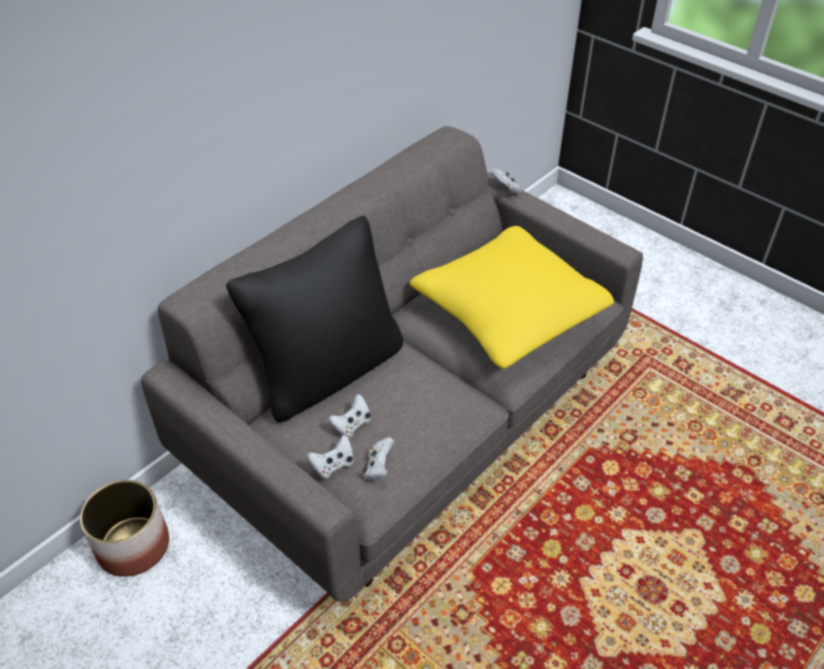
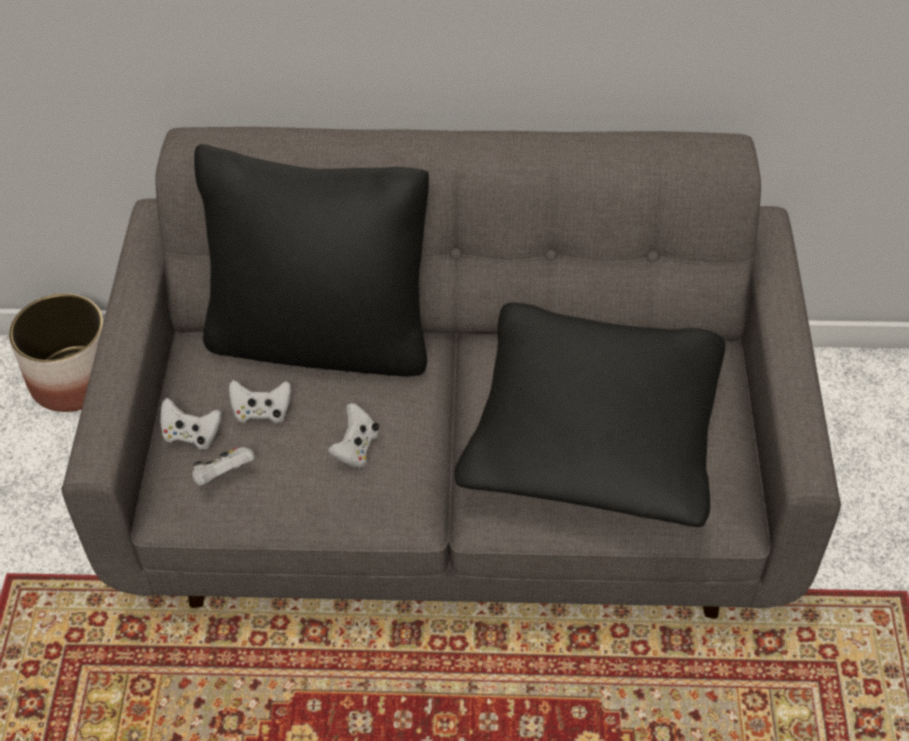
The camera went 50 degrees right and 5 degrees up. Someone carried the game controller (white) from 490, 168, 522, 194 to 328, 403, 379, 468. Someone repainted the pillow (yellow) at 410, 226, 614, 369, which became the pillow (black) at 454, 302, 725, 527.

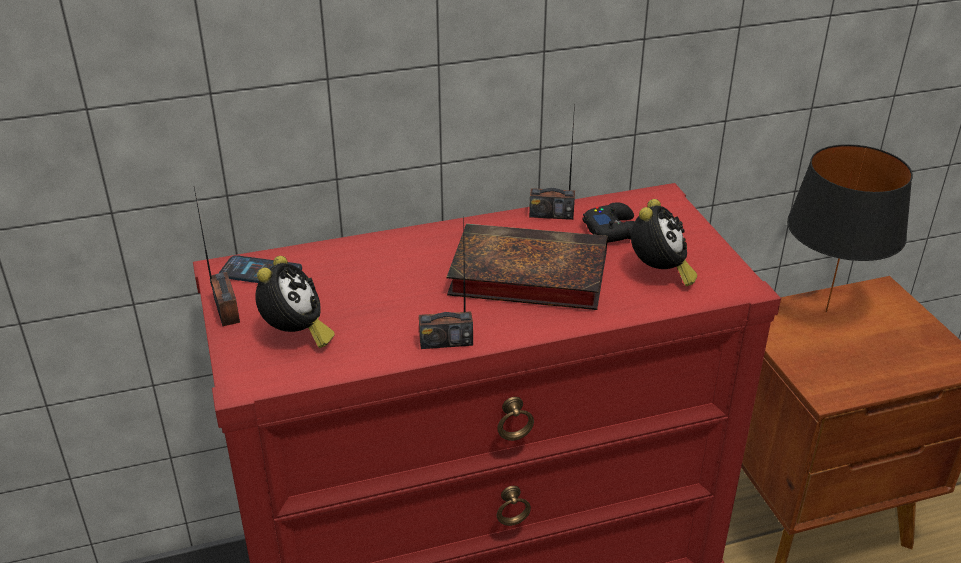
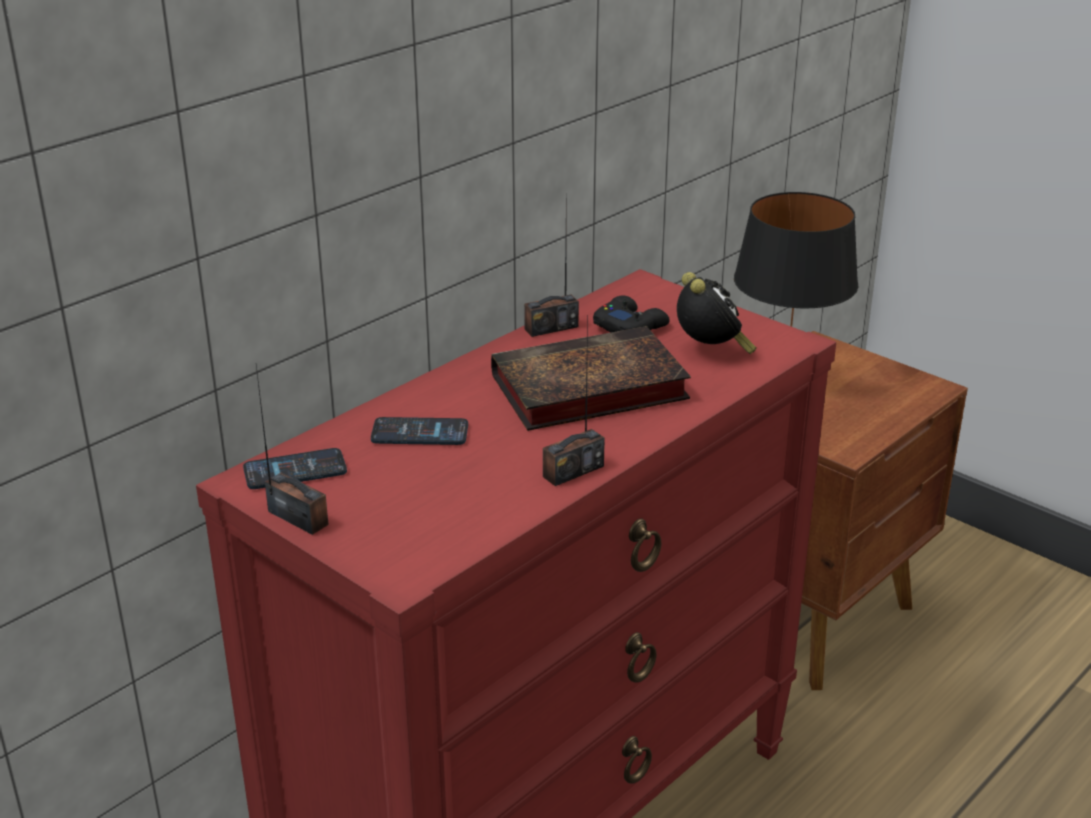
The camera went 30 degrees left and 5 degrees down. Someone took away the alarm clock at 255, 256, 335, 348. Someone put down the phone at 371, 417, 468, 445.

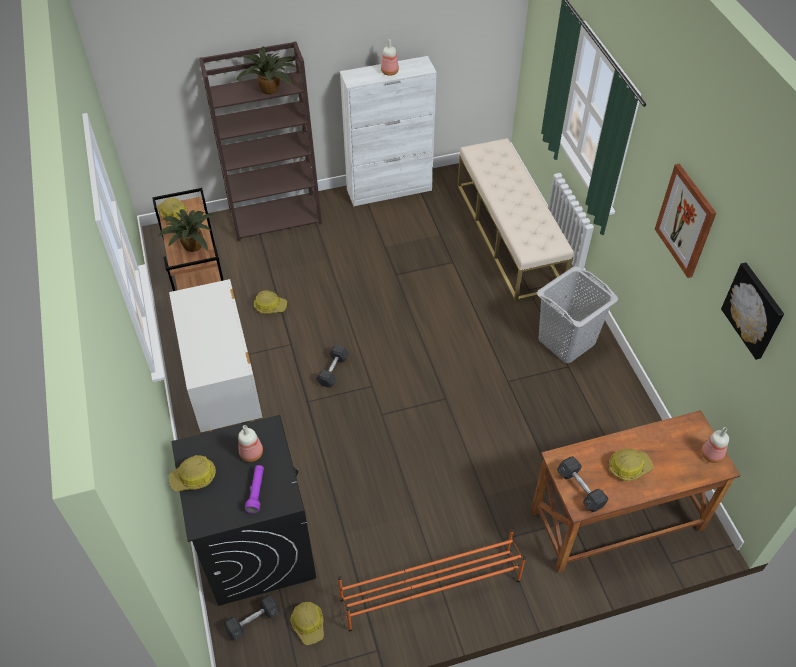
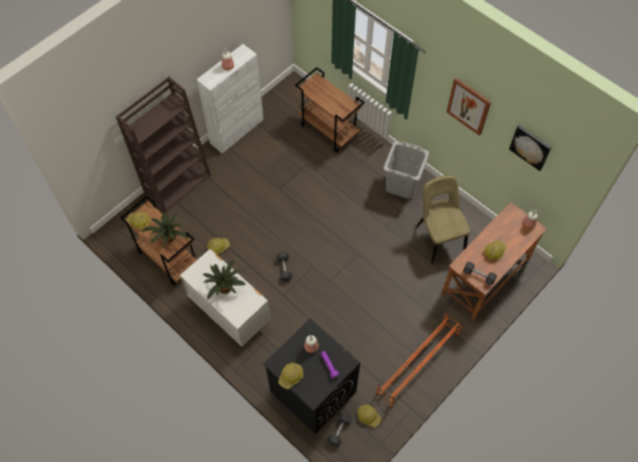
The camera went 30 degrees left and 10 degrees up. Someone put down the chair (beige) at 416, 176, 470, 264. Someone carried the potted plant from 236, 46, 297, 94 to 203, 261, 246, 300. Someone swapped the bench (beige) at 457, 138, 574, 301 for the cart (brown) at 295, 67, 365, 153.

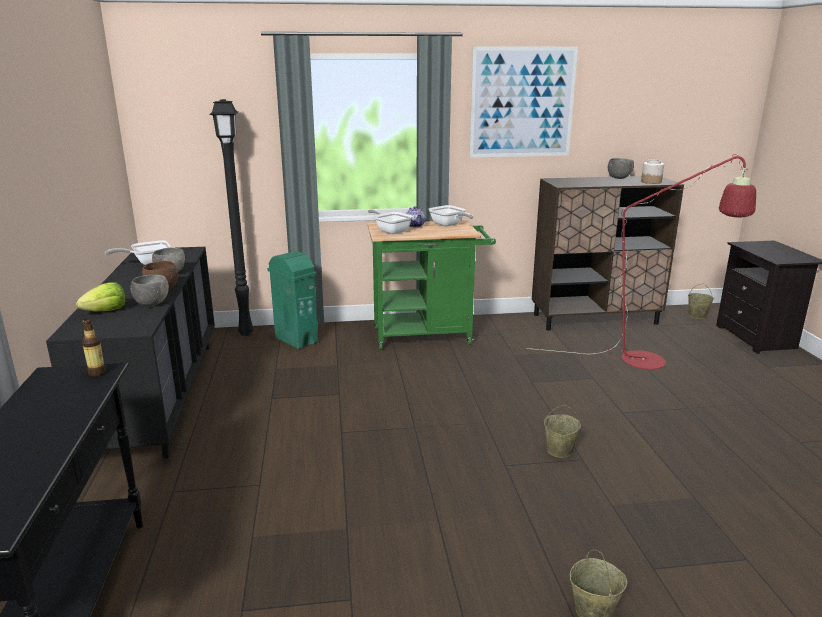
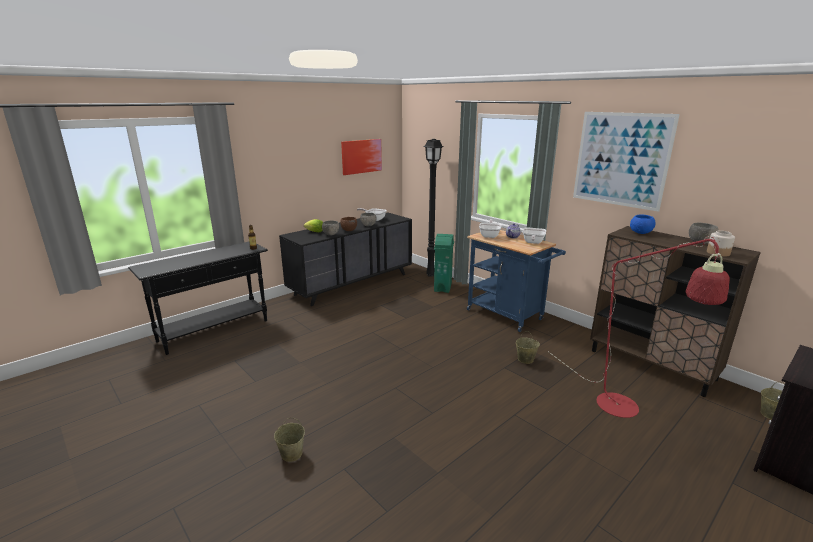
The camera went 55 degrees right and 0 degrees up. Someone put up the picture at 341, 139, 382, 175. Someone put down the bowl (blue) at 630, 215, 656, 234. Someone carried the bucket (beige) from 544, 405, 581, 458 to 516, 331, 540, 364. Someone repainted the cart (green) at 367, 220, 496, 350, which became the cart (blue) at 467, 230, 566, 332.

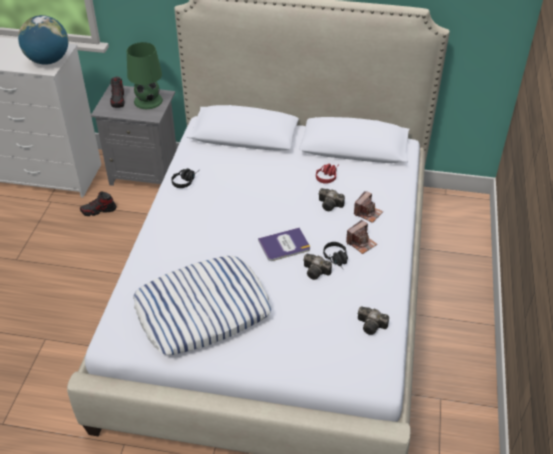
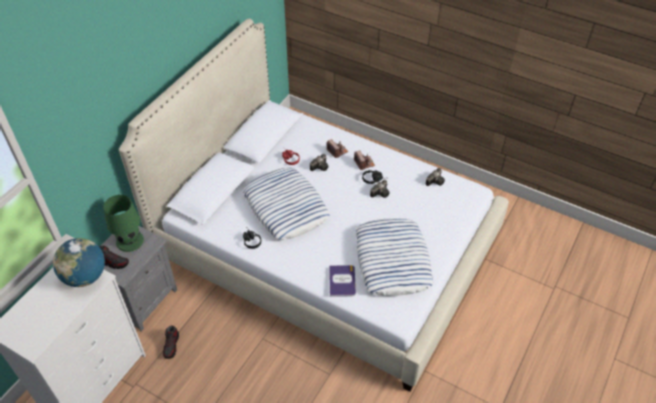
The camera went 70 degrees left and 5 degrees up. Someone put down the pillow at 243, 167, 330, 240. Someone carried the book from 258, 228, 310, 261 to 329, 265, 356, 297.

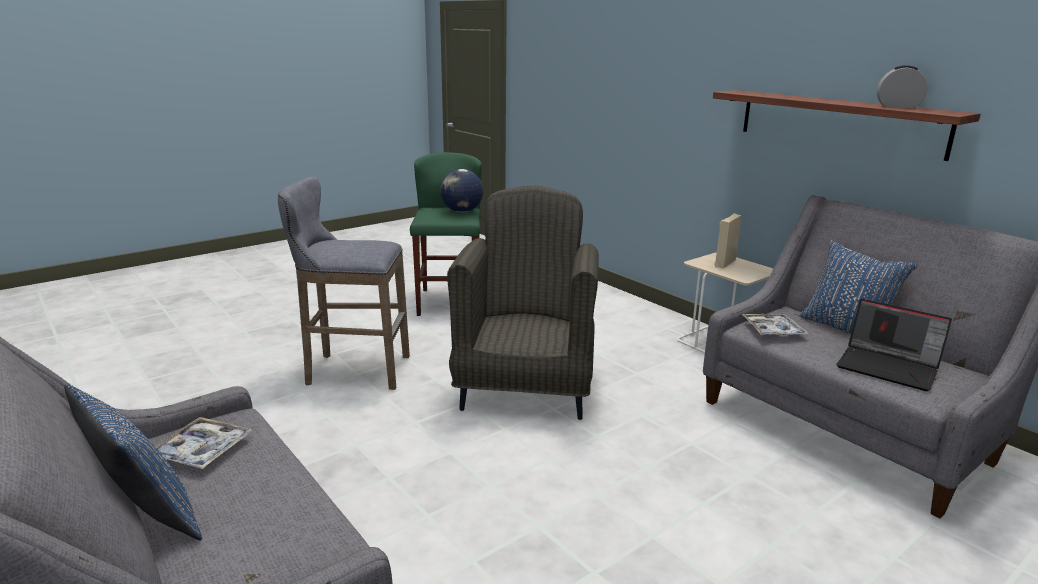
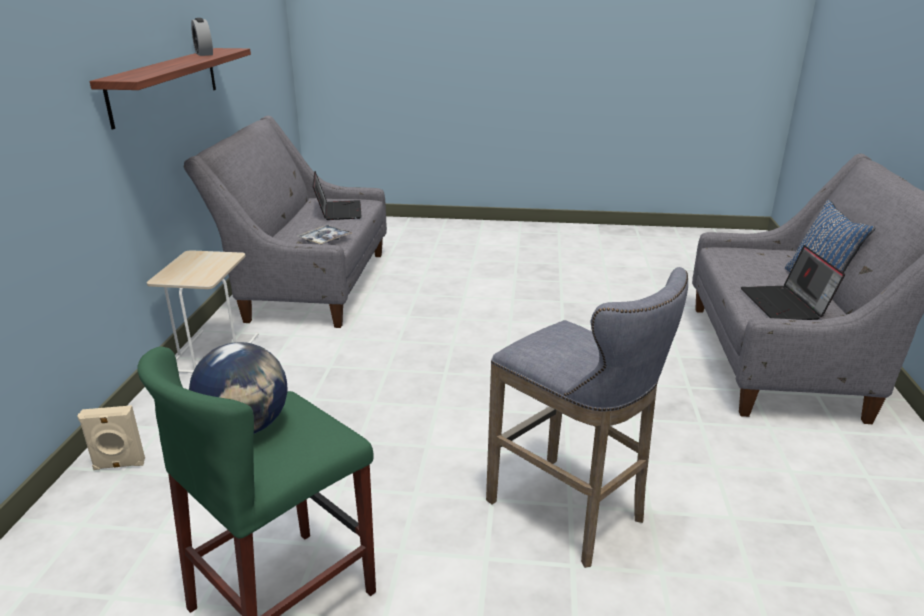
The camera went 135 degrees left and 5 degrees up. Someone took away the armchair (grey) at 447, 186, 599, 420. Someone took away the pillow (blue) at 800, 240, 918, 334. Someone carried the speaker (beige) from 715, 214, 742, 268 to 77, 405, 145, 470. Someone swapped the tray at 156, 417, 251, 469 for the laptop at 741, 245, 845, 320.

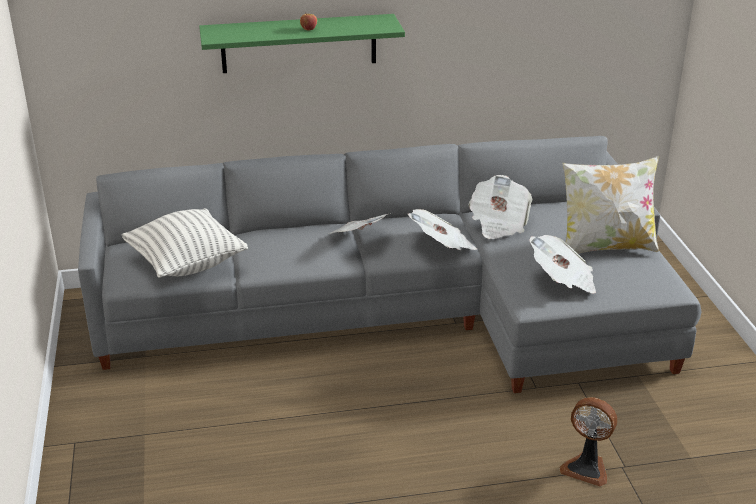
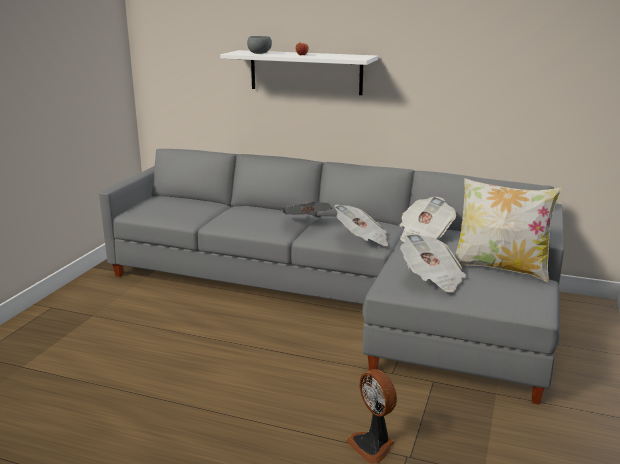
The camera went 30 degrees right and 10 degrees down. Someone took away the pillow at 121, 208, 248, 278. Someone put down the bowl (grey) at 247, 36, 272, 54. Someone repainted the shelf (green) at 199, 14, 405, 73, which became the shelf (white) at 220, 50, 378, 95.

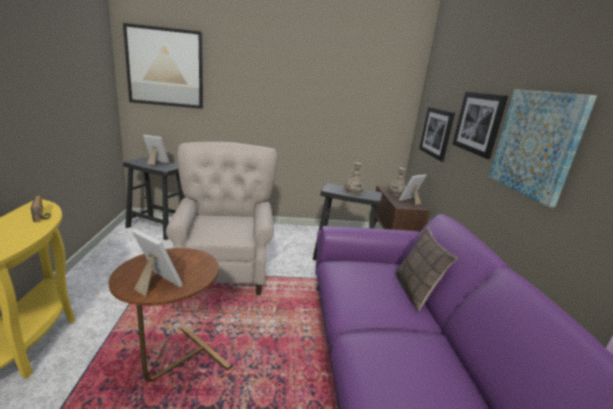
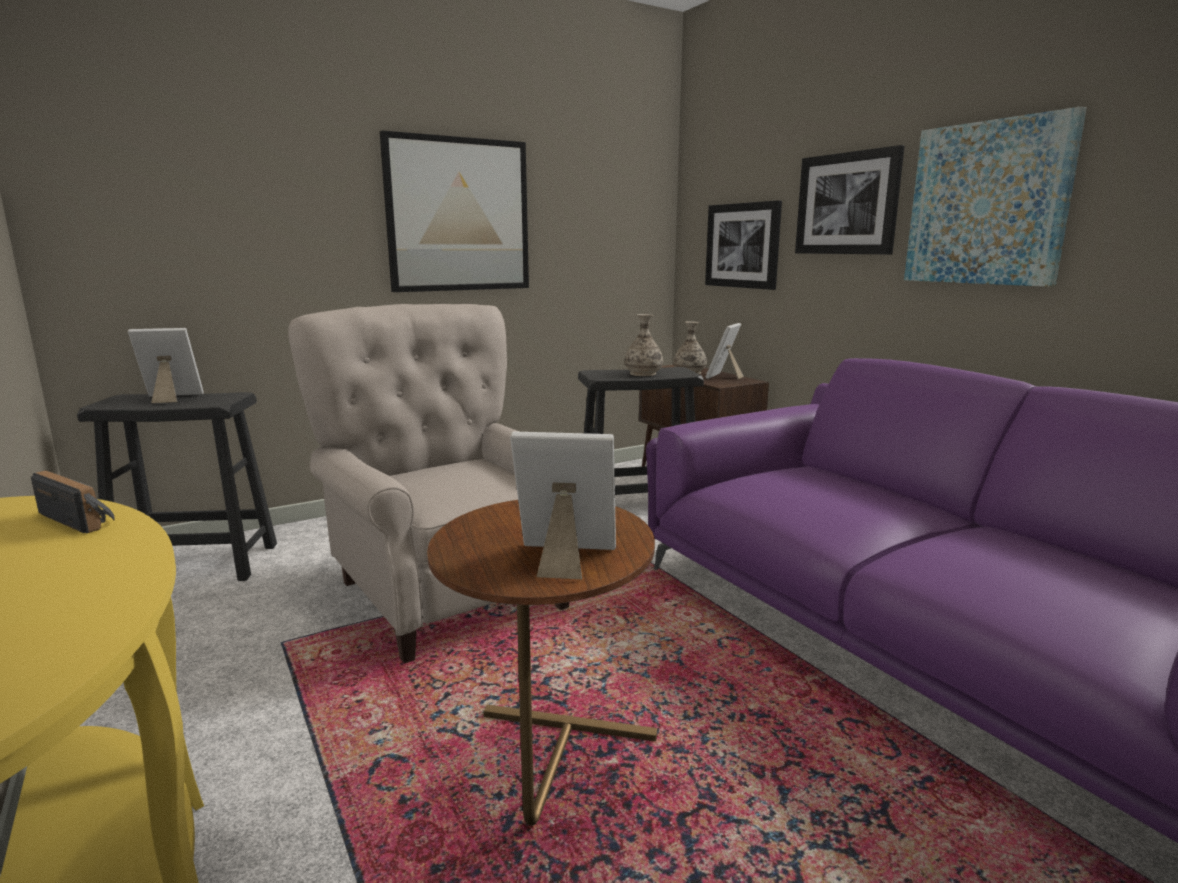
The camera went 25 degrees left and 5 degrees down. Someone took away the pillow at 395, 226, 458, 312. Someone carried the picture from 123, 23, 203, 109 to 380, 131, 529, 292.

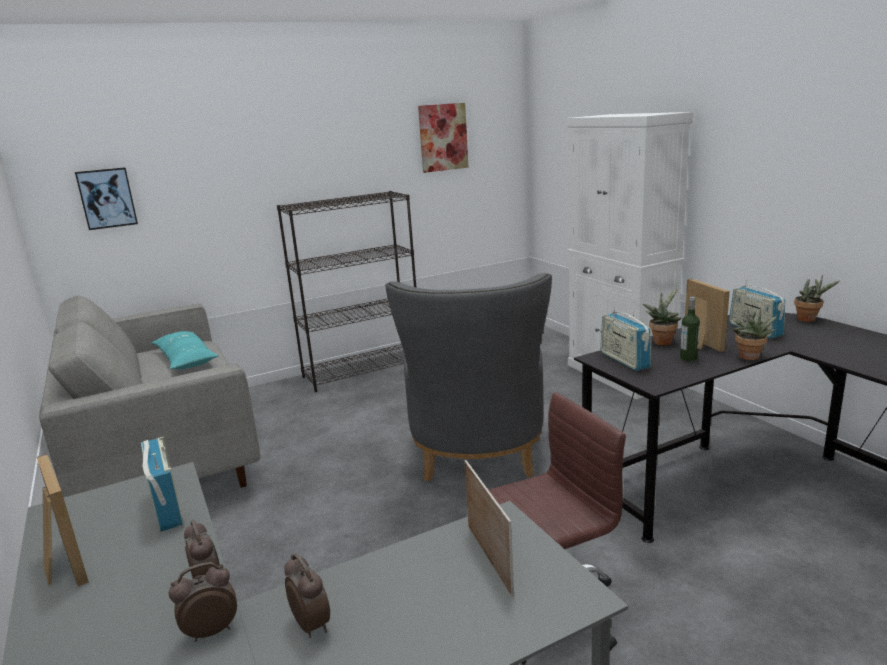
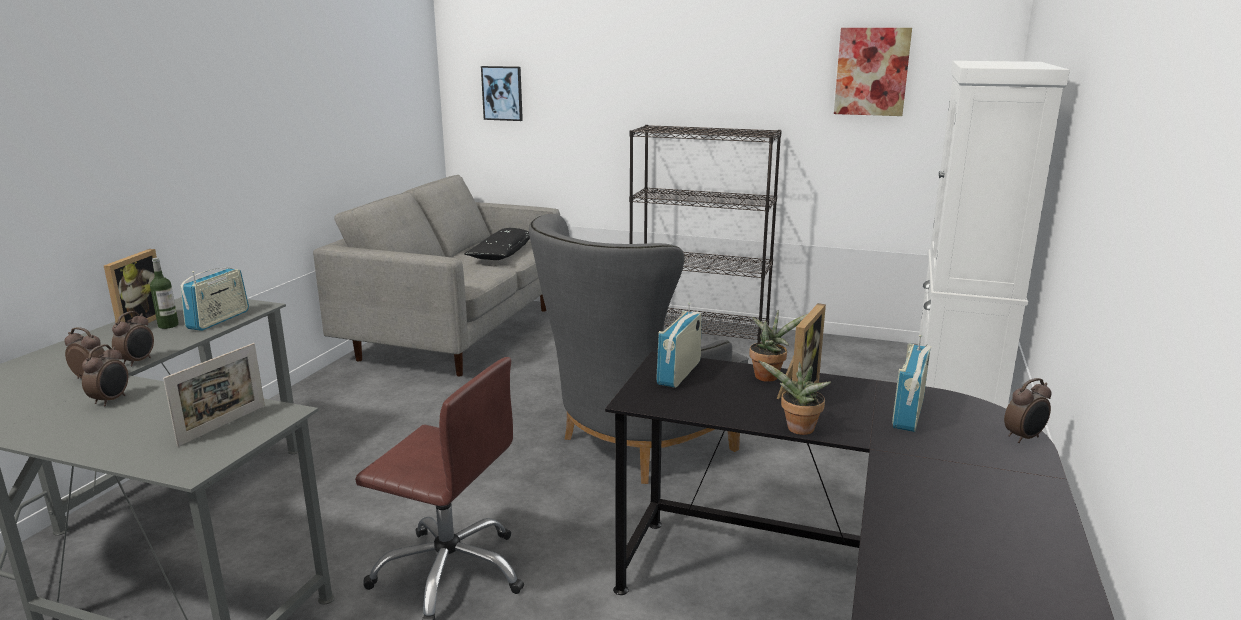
The camera went 45 degrees right and 0 degrees up. Someone carried the bottle from 680, 297, 700, 361 to 150, 258, 179, 329. Someone swapped the potted plant at 794, 275, 840, 322 for the alarm clock at 1004, 378, 1052, 443. Someone repainted the pillow (turquoise) at 152, 331, 218, 369, which became the pillow (black) at 464, 228, 530, 260.

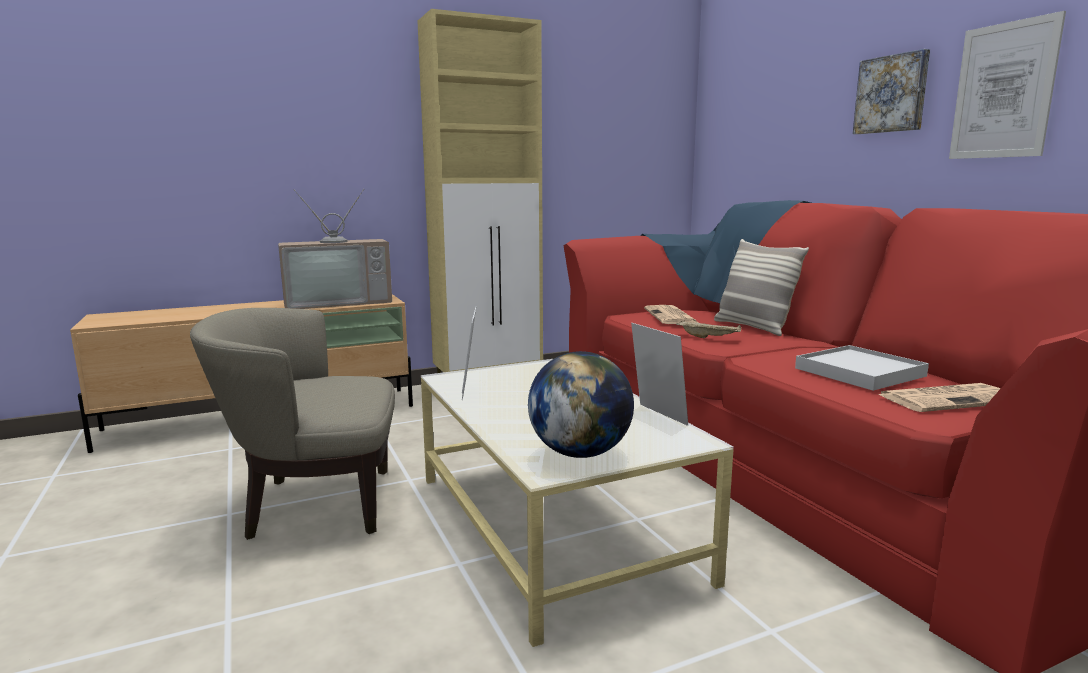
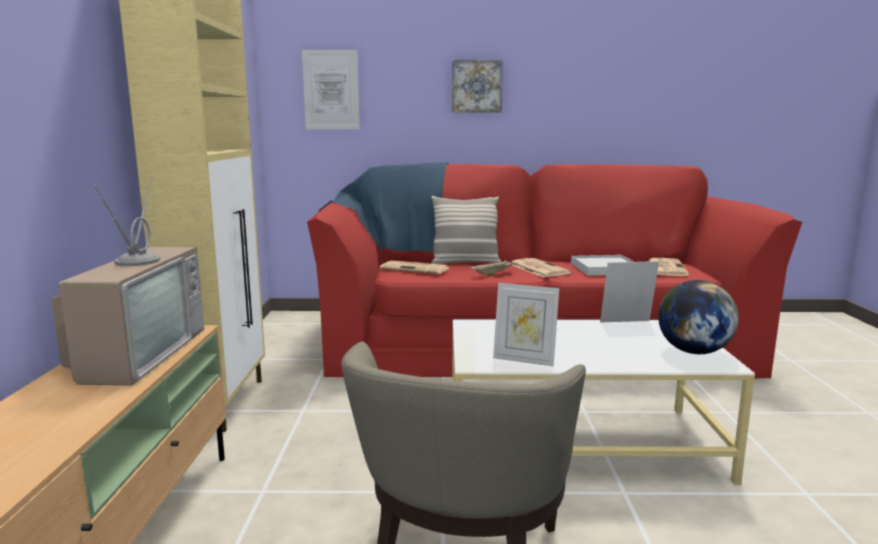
The camera went 65 degrees left and 0 degrees up. Someone put down the newspaper at 512, 258, 572, 277. Someone carried the picture from 949, 11, 1066, 159 to 302, 50, 360, 129.

